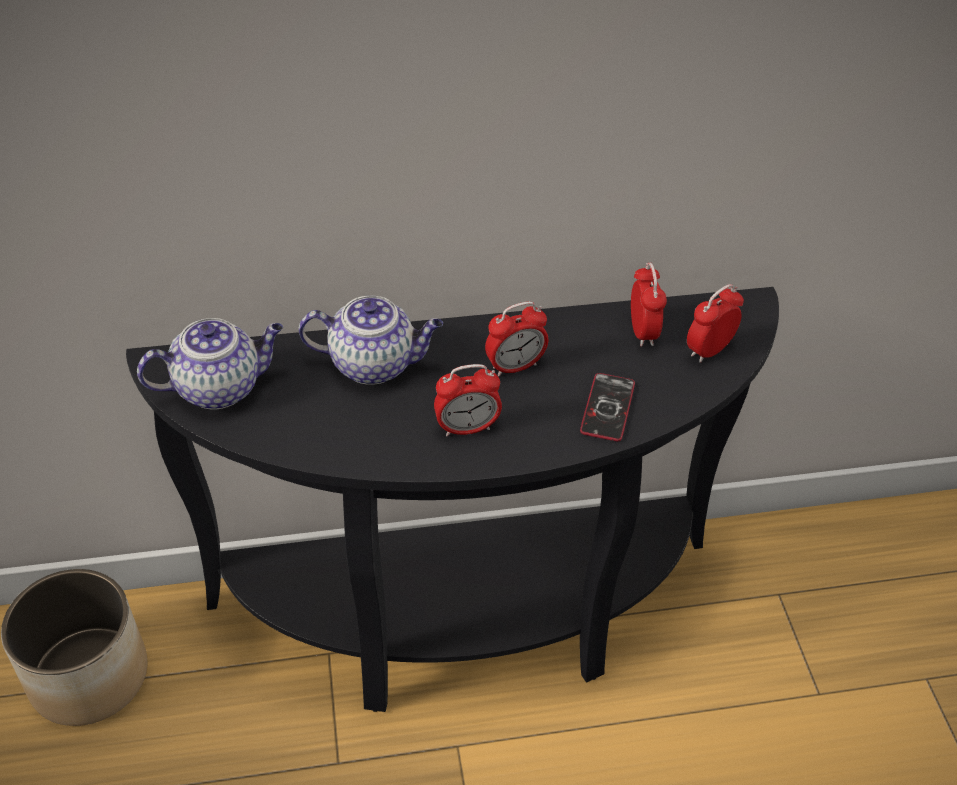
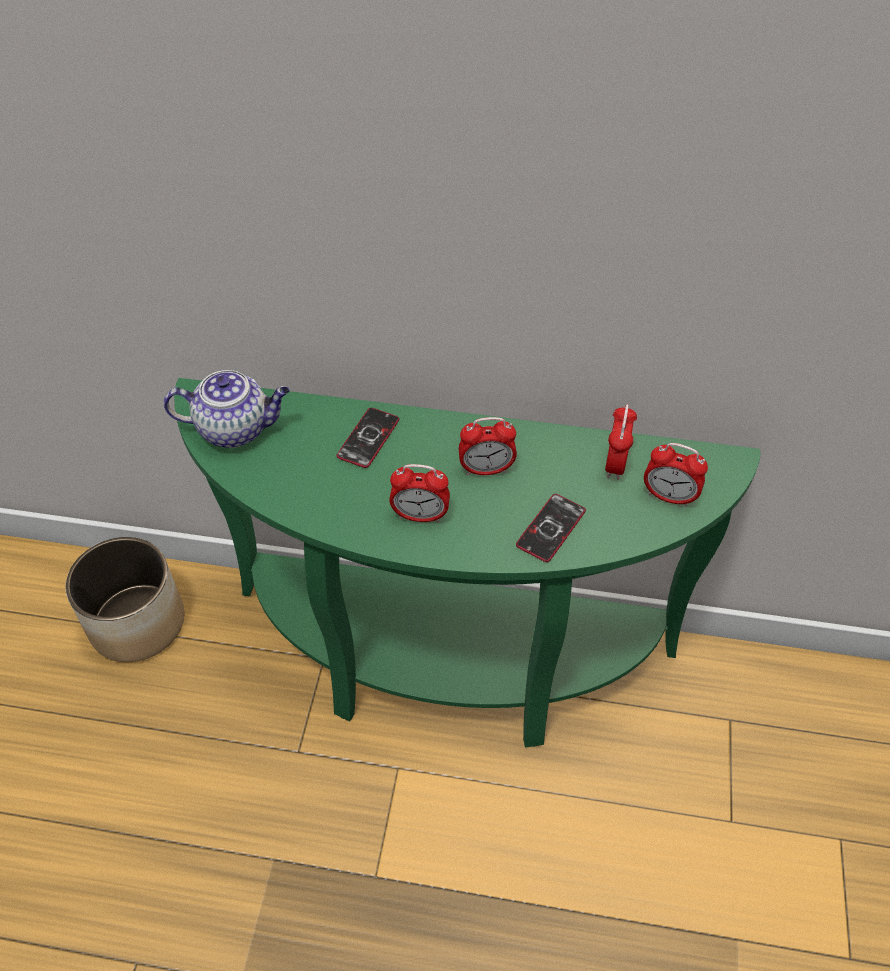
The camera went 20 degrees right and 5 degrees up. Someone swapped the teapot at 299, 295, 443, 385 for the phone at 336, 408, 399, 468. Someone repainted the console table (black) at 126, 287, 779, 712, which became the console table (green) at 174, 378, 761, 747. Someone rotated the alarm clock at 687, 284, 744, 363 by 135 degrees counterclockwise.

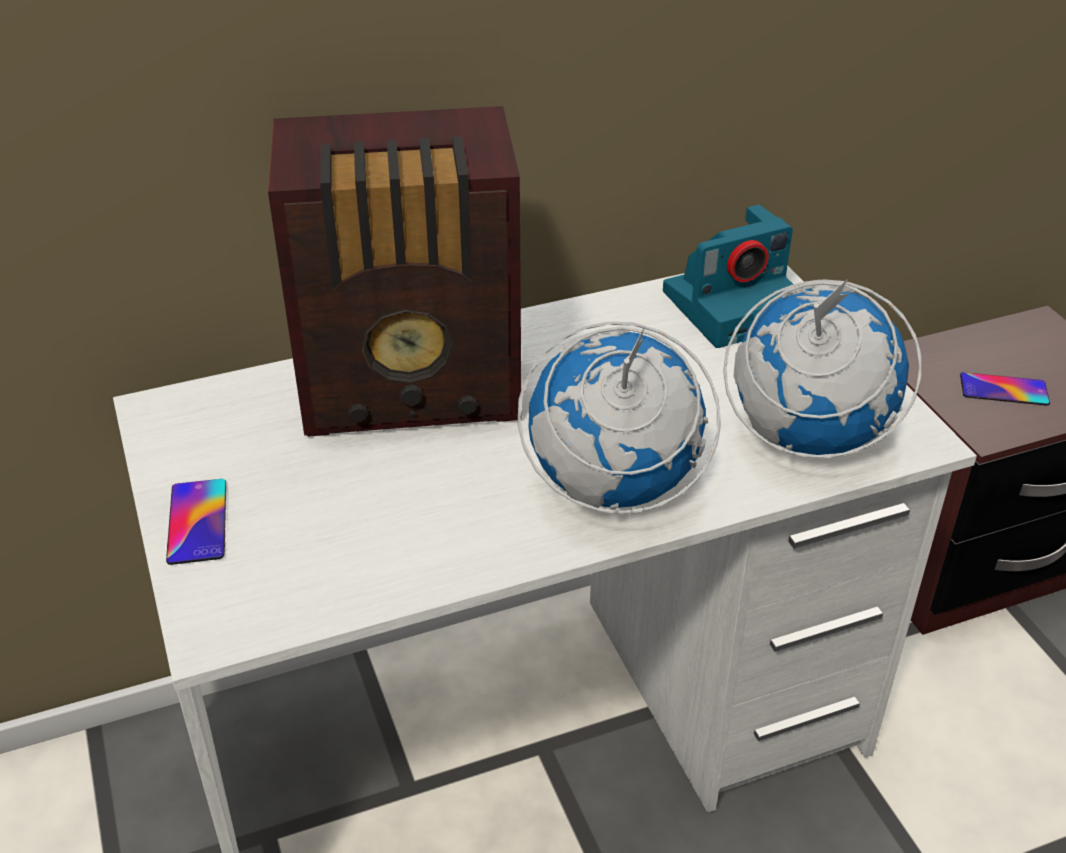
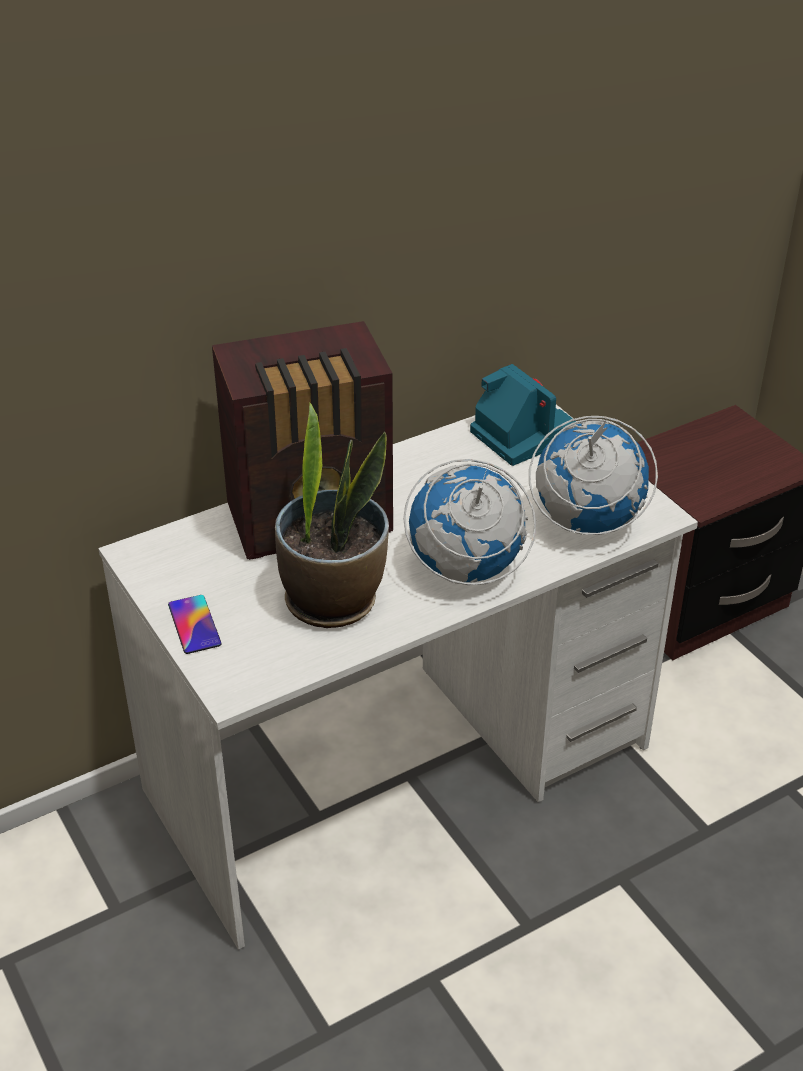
The camera went 10 degrees left and 0 degrees up. Someone took away the phone at 960, 372, 1050, 405. Someone put down the potted plant at 275, 403, 389, 628. Someone rotated the photo camera at 663, 205, 793, 348 by 90 degrees counterclockwise.

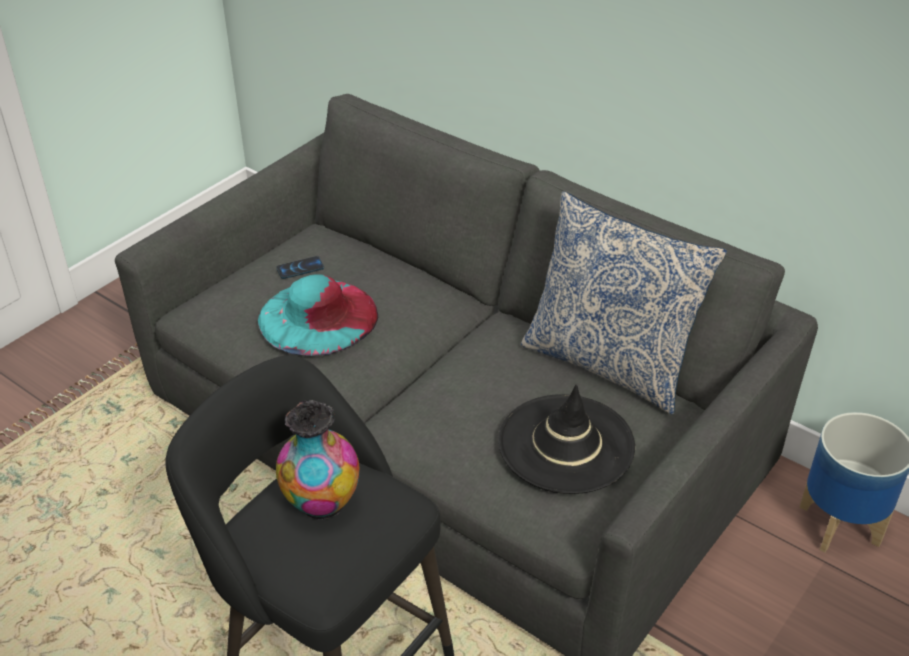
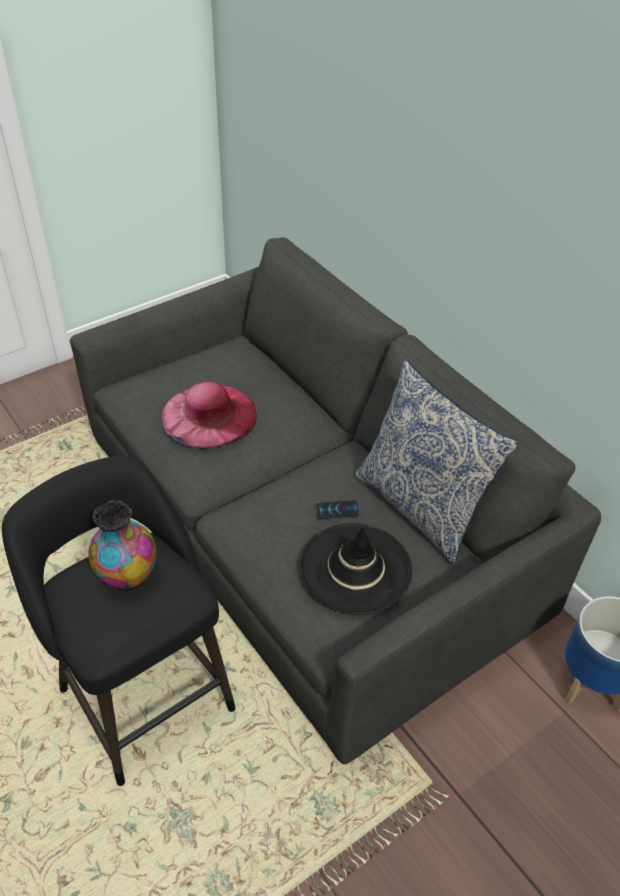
The camera went 15 degrees right and 5 degrees up. Someone carried the phone from 276, 256, 324, 279 to 316, 500, 359, 519. Someone repainted the hat (turquoise) at 258, 274, 378, 356, which became the hat (pink) at 162, 382, 257, 449.

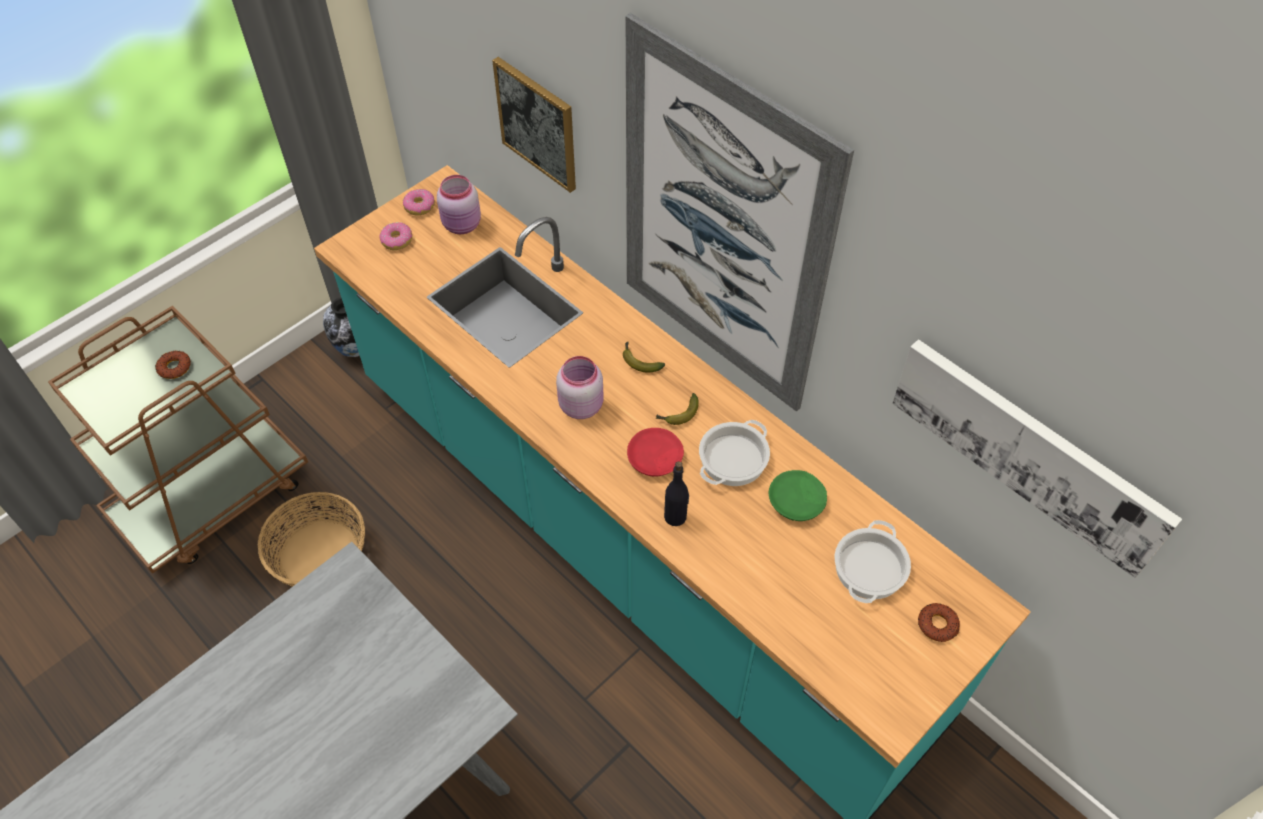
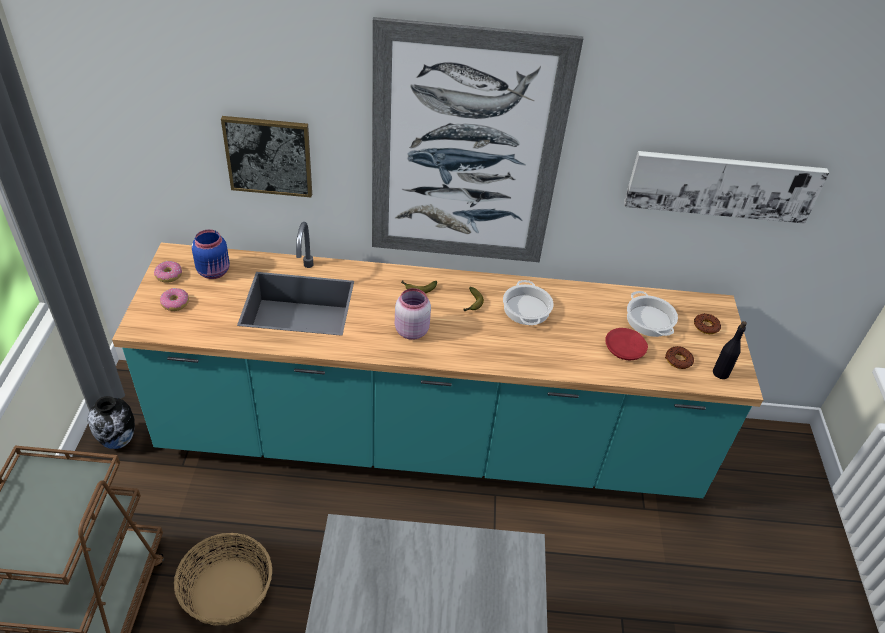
The camera went 45 degrees left and 10 degrees down. Someone took away the plate (green) at 769, 470, 827, 521. Someone carried the donut from 155, 350, 191, 379 to 665, 346, 694, 369. Someone carried the plate (red) from 627, 428, 684, 477 to 605, 328, 648, 360. Someone carried the bottle (black) from 664, 461, 689, 526 to 713, 321, 747, 379. Someone repainted the jar (pink) at 437, 175, 481, 234, which became the jar (blue) at 192, 229, 230, 279.

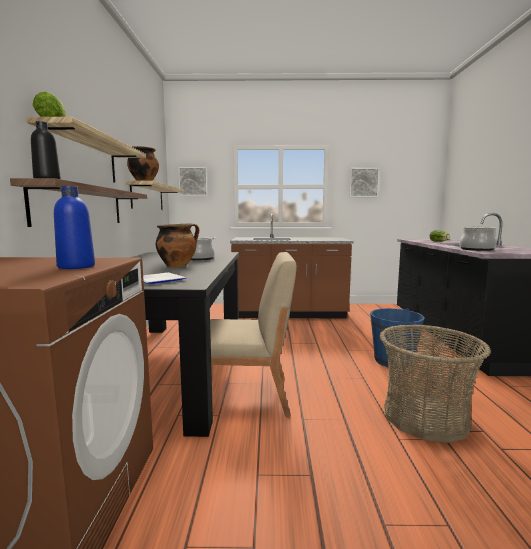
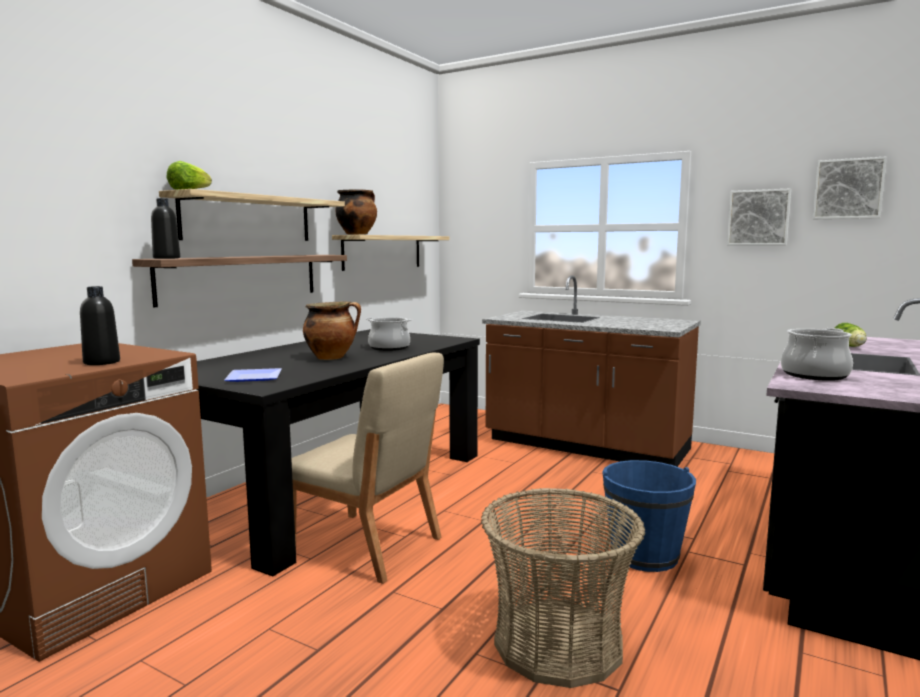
The camera went 30 degrees right and 0 degrees up. Someone carried the picture from 178, 167, 208, 196 to 813, 156, 887, 219. Someone repainted the bottle (blue) at 54, 186, 95, 269, which became the bottle (black) at 80, 286, 120, 365.

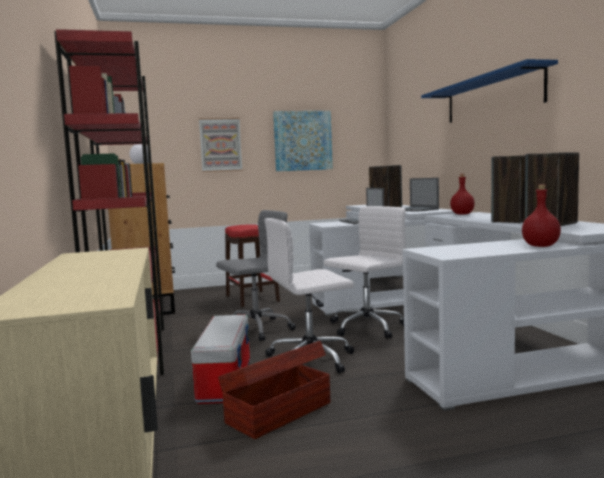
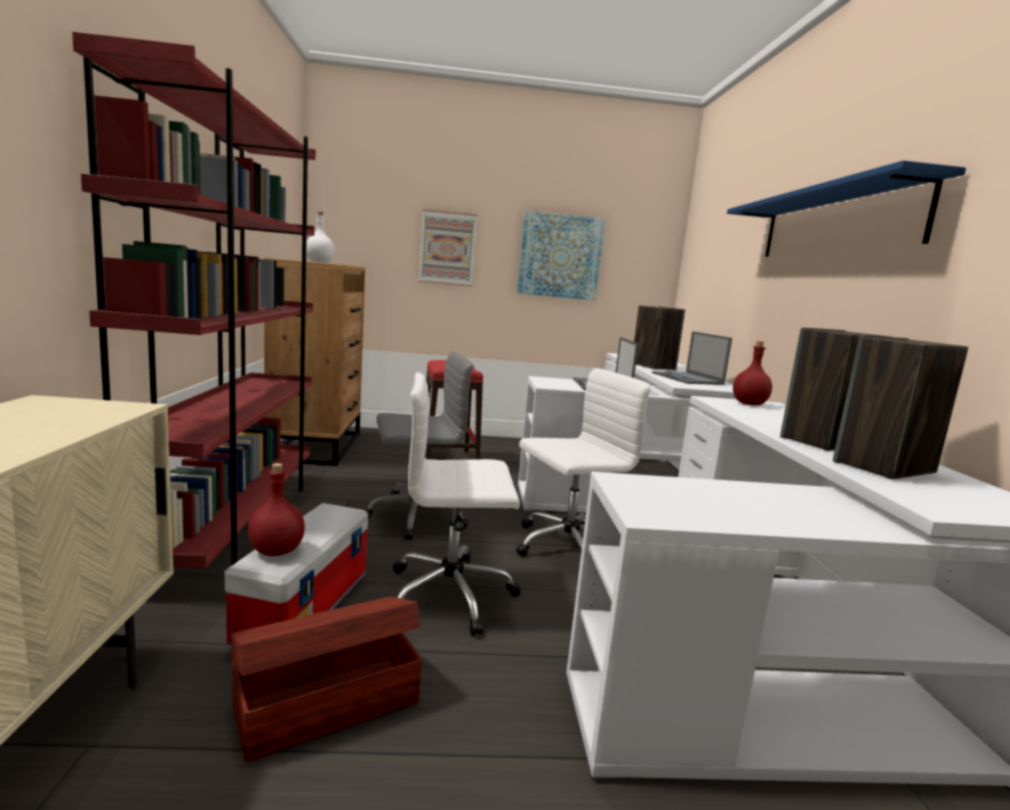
The camera went 10 degrees right and 5 degrees up. Someone carried the bottle (red) from 522, 184, 561, 247 to 248, 463, 305, 556.

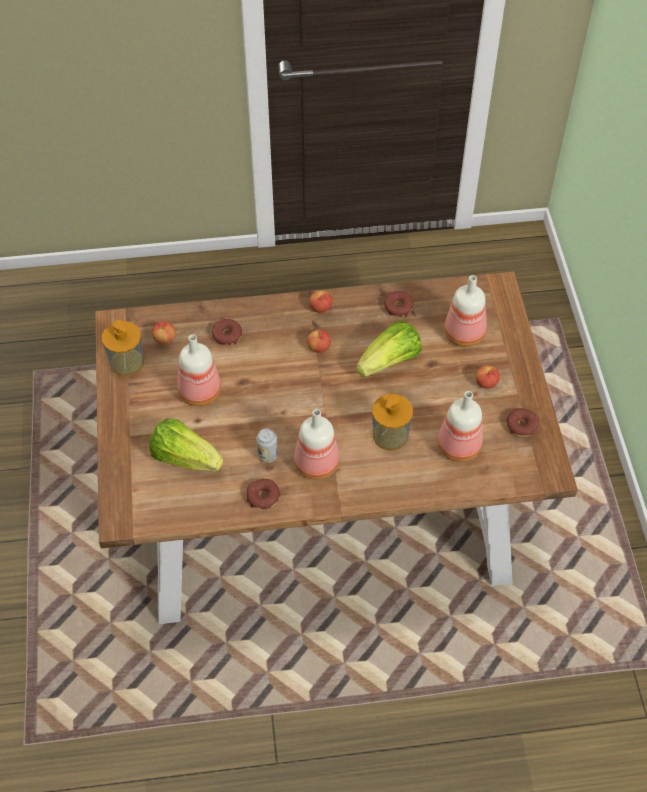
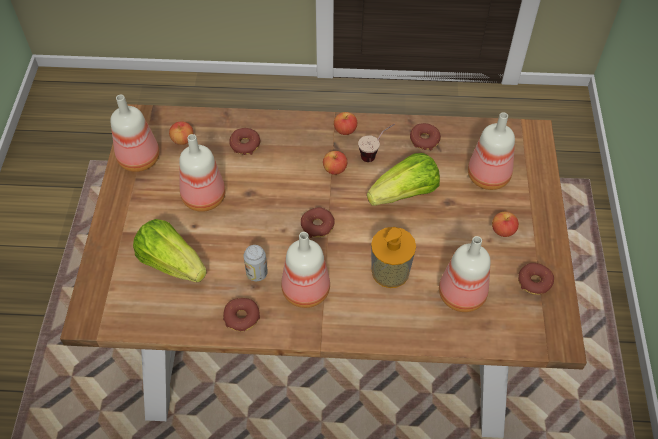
The camera went 10 degrees right and 0 degrees up. Someone put down the donut at 301, 207, 335, 238. Someone put down the cup at 358, 123, 395, 162. Someone swapped the soap dispenser at 102, 320, 144, 376 for the bottle at 110, 95, 160, 172.

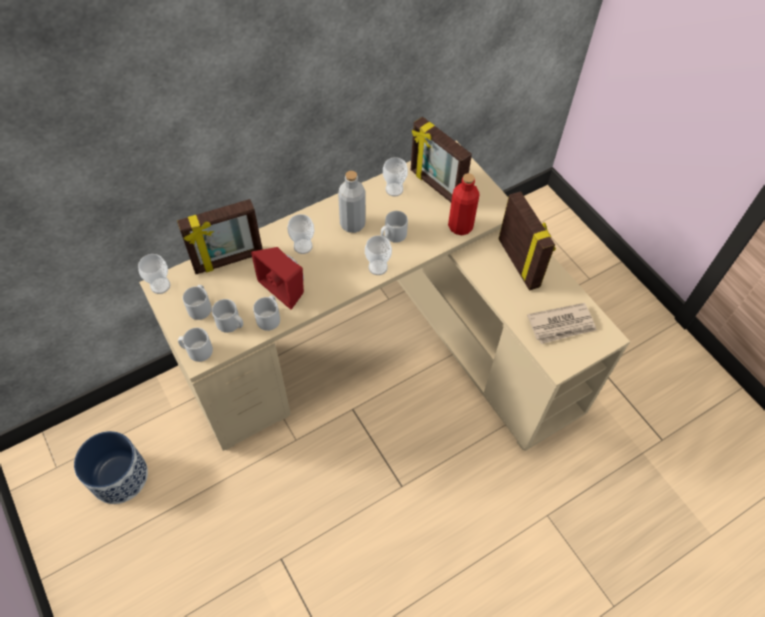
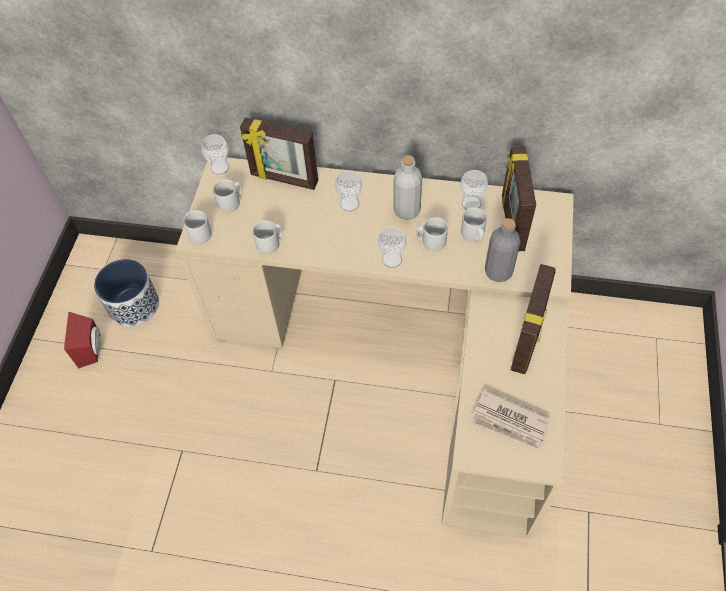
The camera went 45 degrees right and 0 degrees up. Someone carried the mug (grey) from 212, 299, 243, 333 to 461, 208, 487, 242. Someone carried the speaker (red) from 251, 247, 304, 310 to 64, 312, 100, 368. Someone repainted the bottle (red) at 448, 173, 480, 235, which became the bottle (grey) at 485, 218, 521, 282.

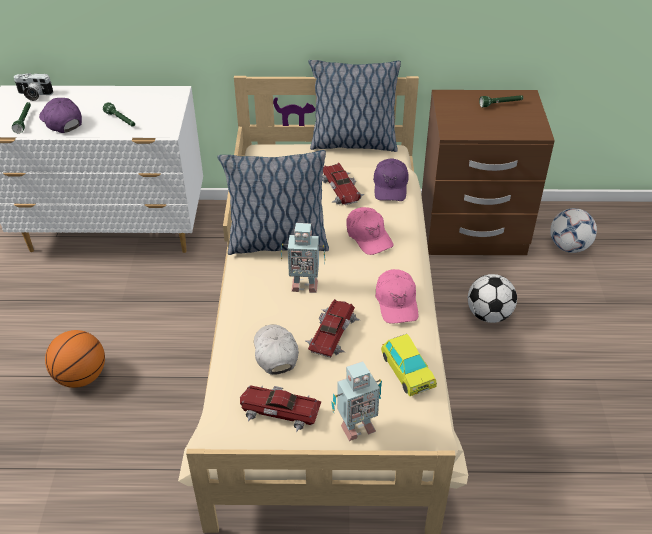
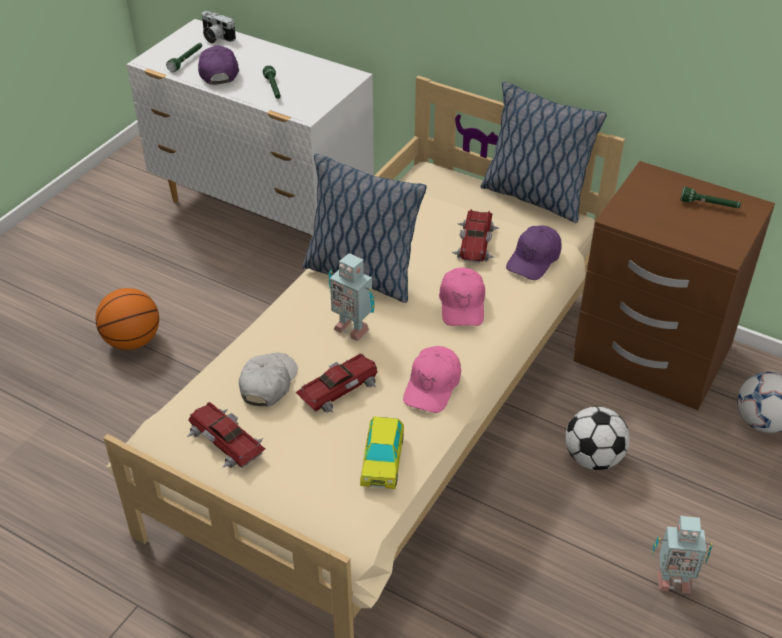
The camera went 30 degrees right and 0 degrees up. Someone carried the toy robot from 331, 361, 382, 441 to 652, 516, 713, 593.

